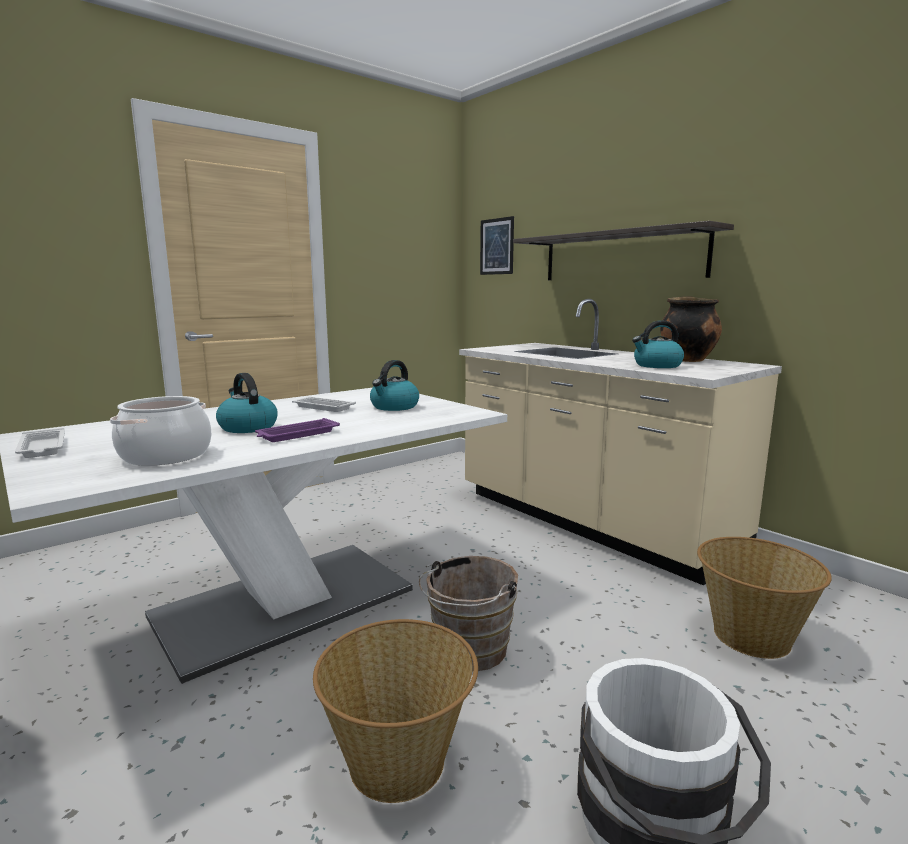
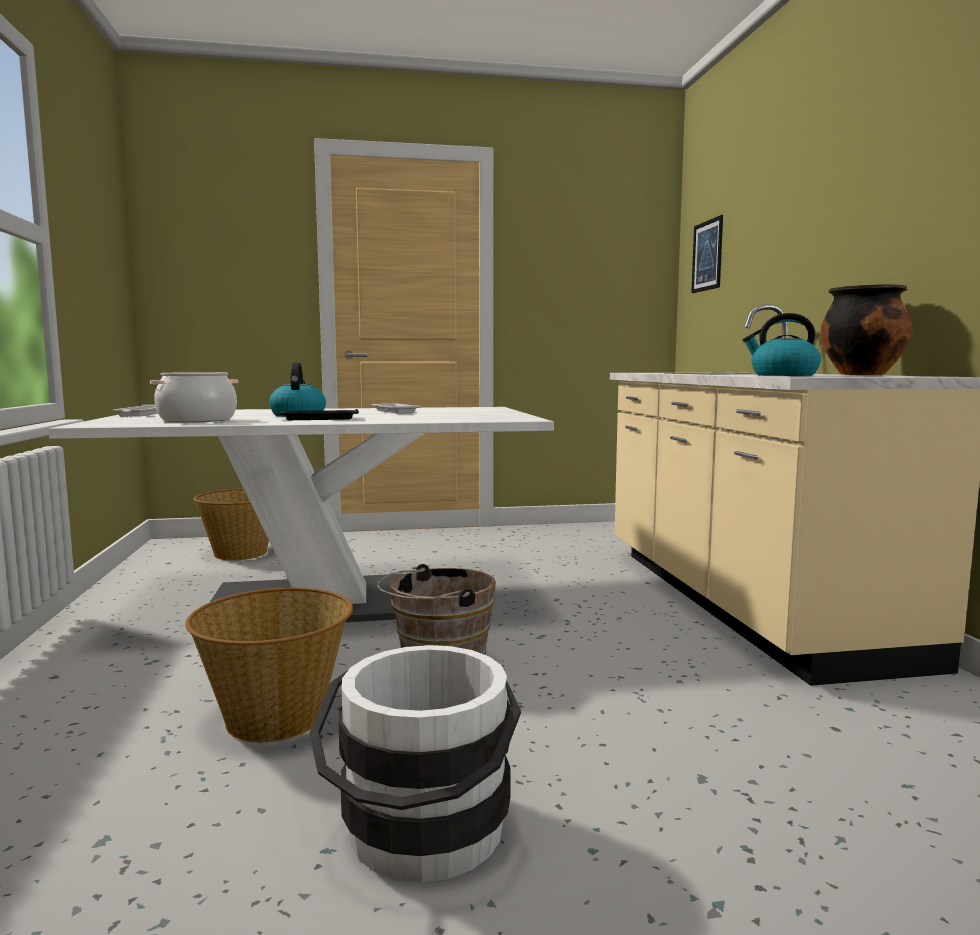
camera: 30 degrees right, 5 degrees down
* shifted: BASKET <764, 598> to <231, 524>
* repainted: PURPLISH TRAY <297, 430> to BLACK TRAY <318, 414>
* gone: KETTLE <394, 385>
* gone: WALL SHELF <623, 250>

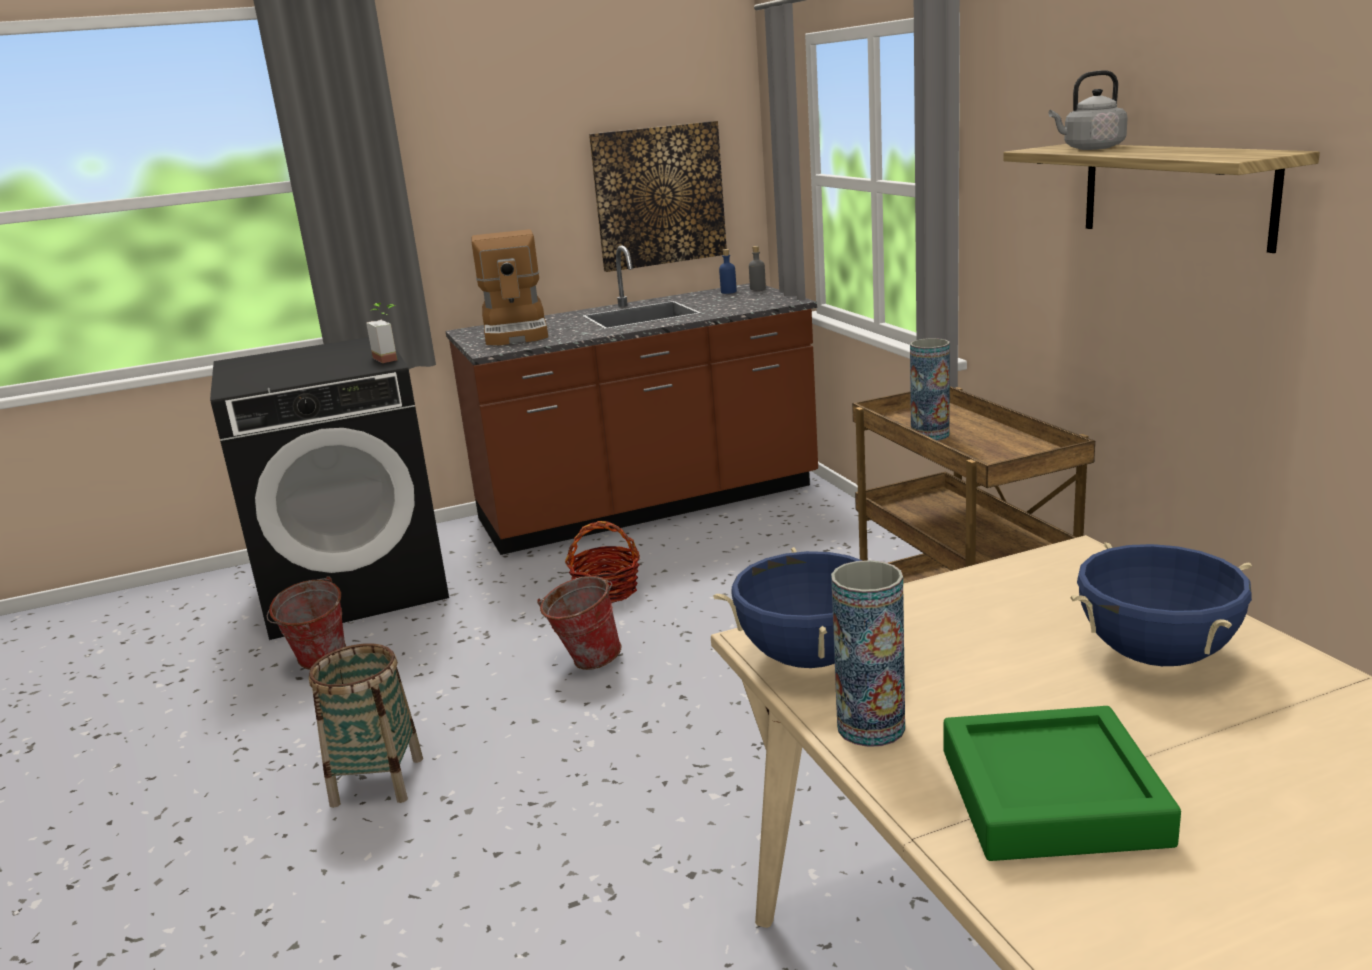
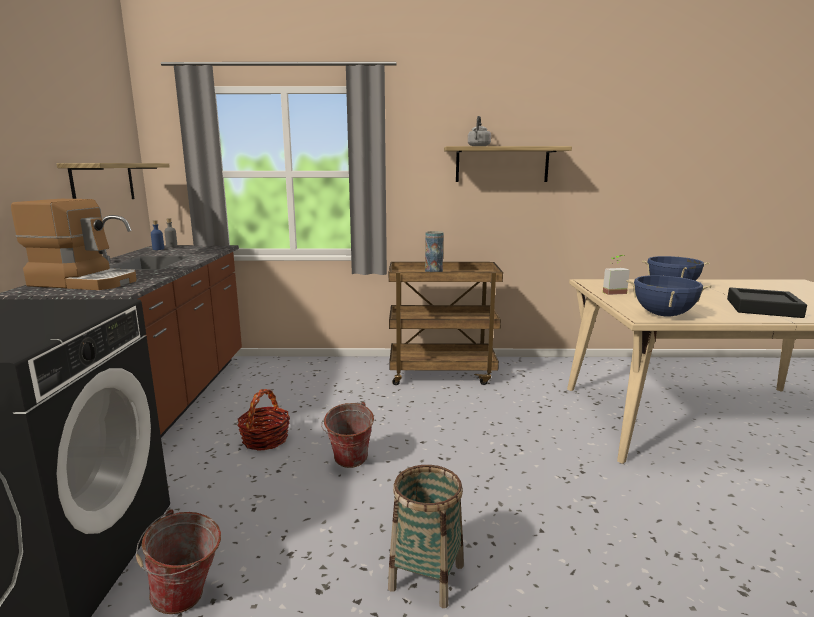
camera: 70 degrees left, 5 degrees down
* swapped: PICTURE <658, 196> to WALL SHELF <113, 181>
* shifted: HOUSEPLANT <381, 333> to <616, 275>
* repainted: GREENISH TRAY <1062, 783> to BLACK TRAY <767, 302>
* gone: DECORATIVE VASE <868, 653>

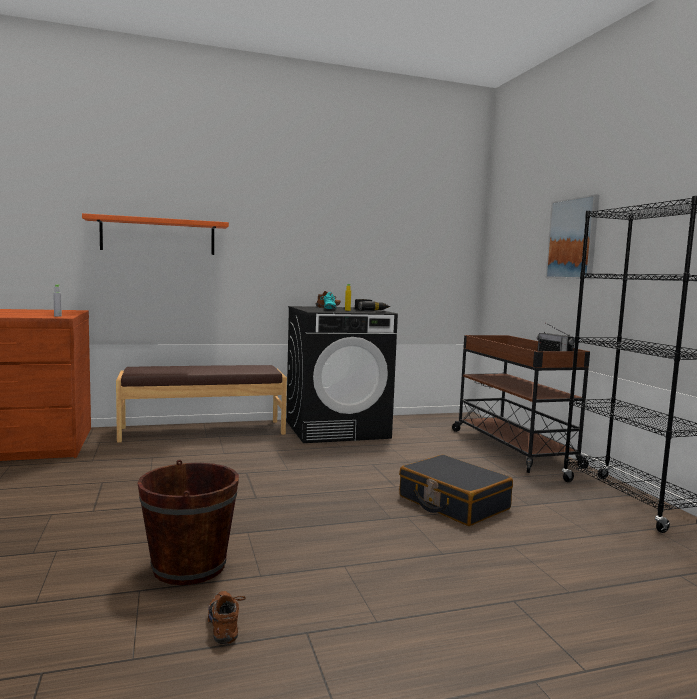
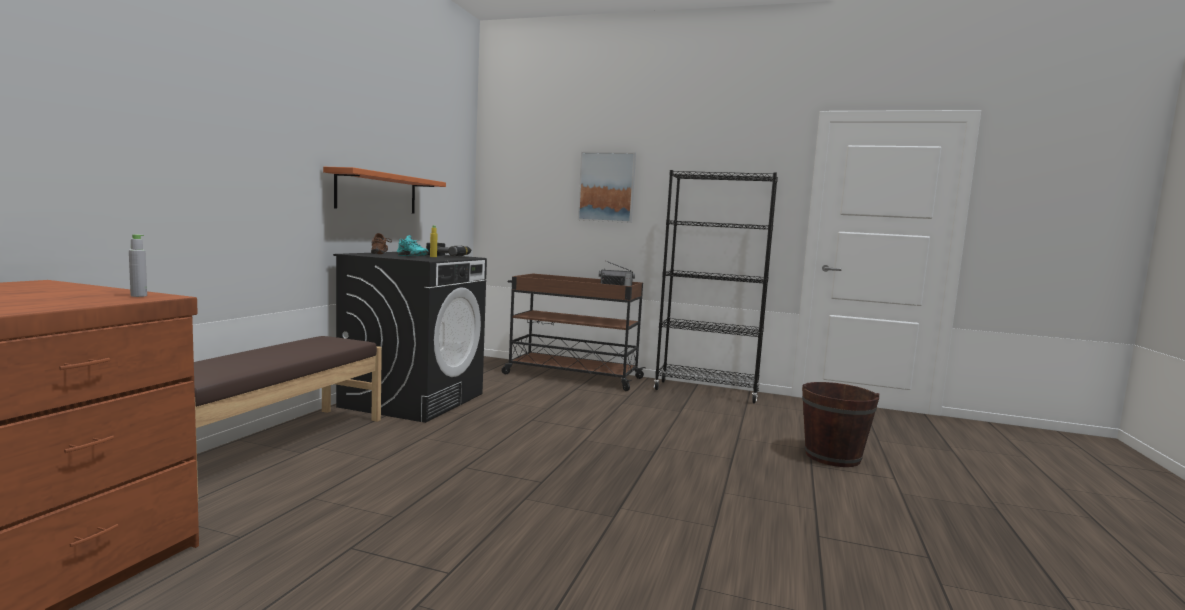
camera: 55 degrees left, 0 degrees up
* shifted: ORANGEY WALL SHELF <155, 234> to <384, 190>
* shifted: BROWN-COLOURED WATER BUCKET <188, 522> to <840, 424>
* gone: BROWN-COLOURED ITEM OF FOOTWEAR <227, 617>
* gone: BLACK PIECE OF LUGGAGE <456, 490>

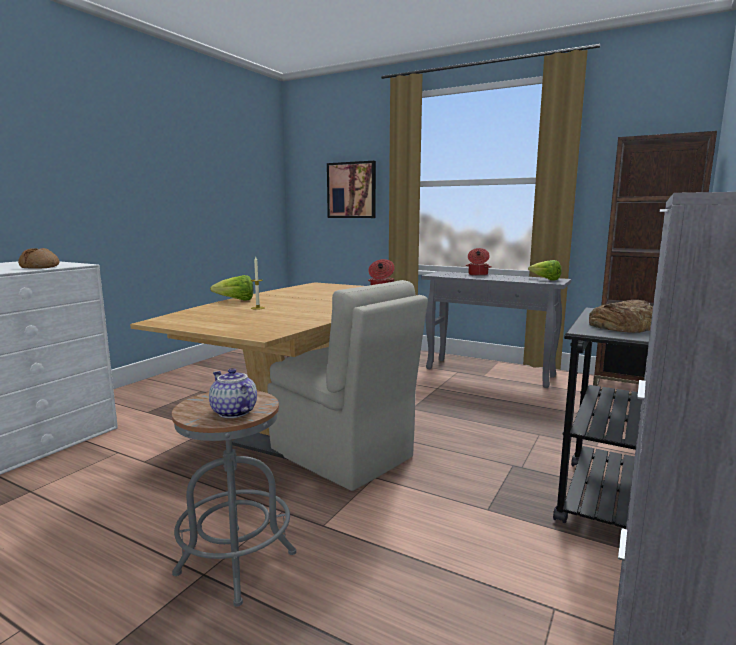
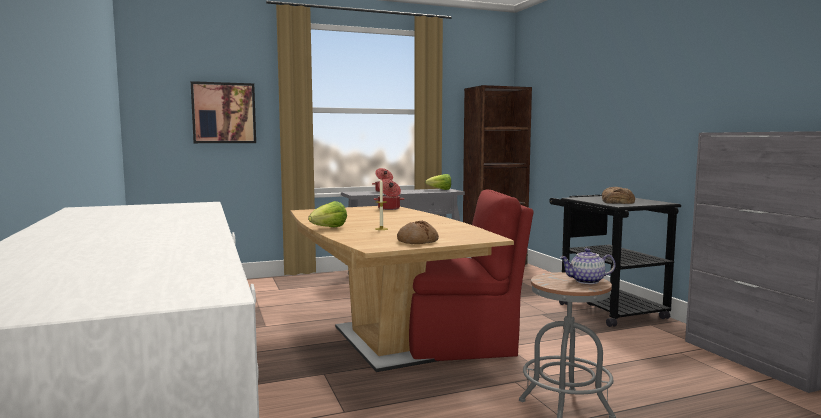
camera: 50 degrees left, 5 degrees down
* shifted: BAKERY BREAD <38, 258> to <418, 232>
* repainted: SAND-COLOURED UPRIGHT CHAIR <348, 385> to RED UPRIGHT CHAIR <471, 275>

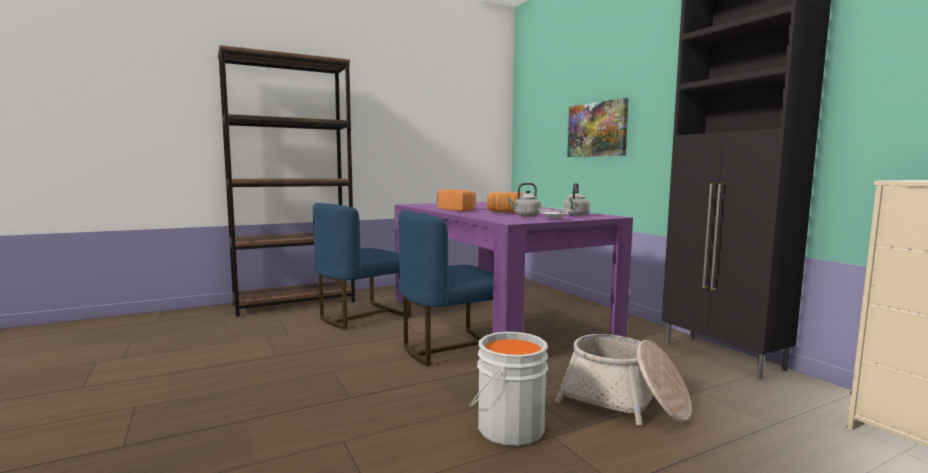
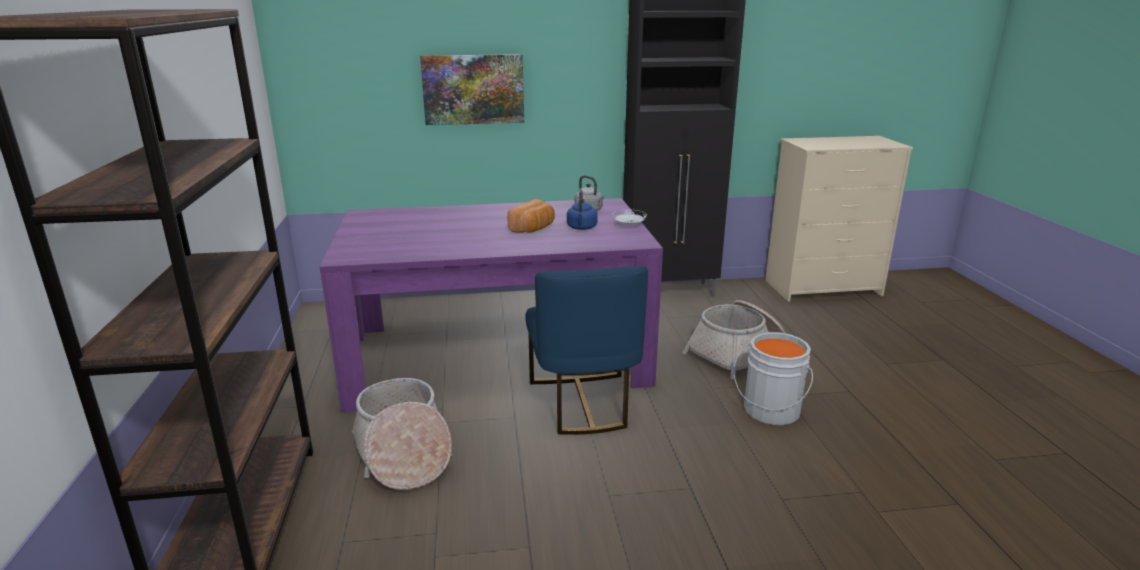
camera: 70 degrees left, 15 degrees up
* swapped: BLUE-COLOURED UPRIGHT CHAIR <362, 266> to BASKET <402, 434>
* repainted: GRAY KETTLE <524, 200> to BLUE-COLOURED KETTLE <582, 210>
* gone: BAKERY BREAD <456, 200>

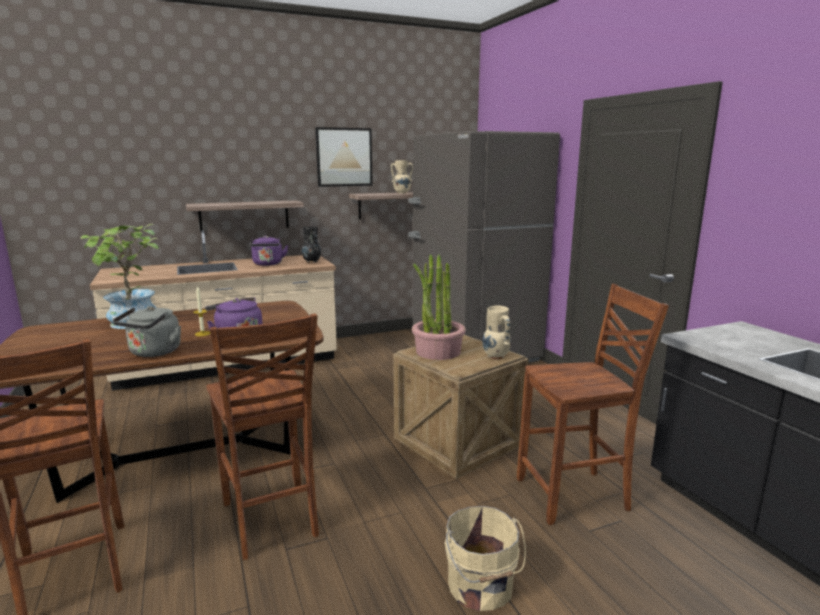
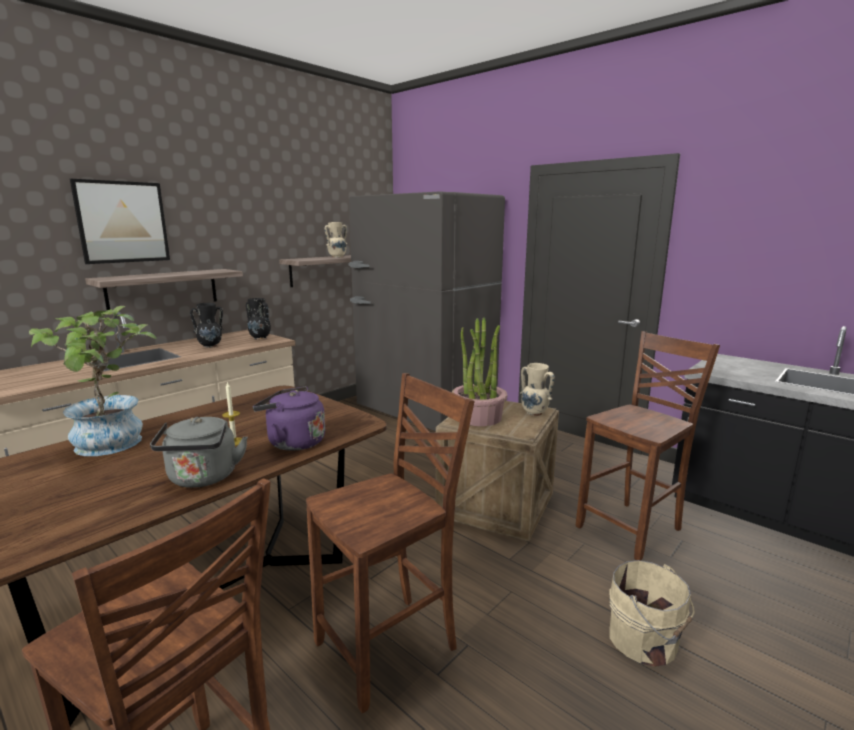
camera: 25 degrees left, 0 degrees up
* shifted: PICTURE <344, 157> to <120, 221>
* swapped: PURPLISH KETTLE <269, 251> to BLACK DECORATIVE VASE <207, 325>
* rotated: BROWN-COLOURED UPRIGHT CHAIR <262, 437> = <390, 543> 75 degrees counterclockwise

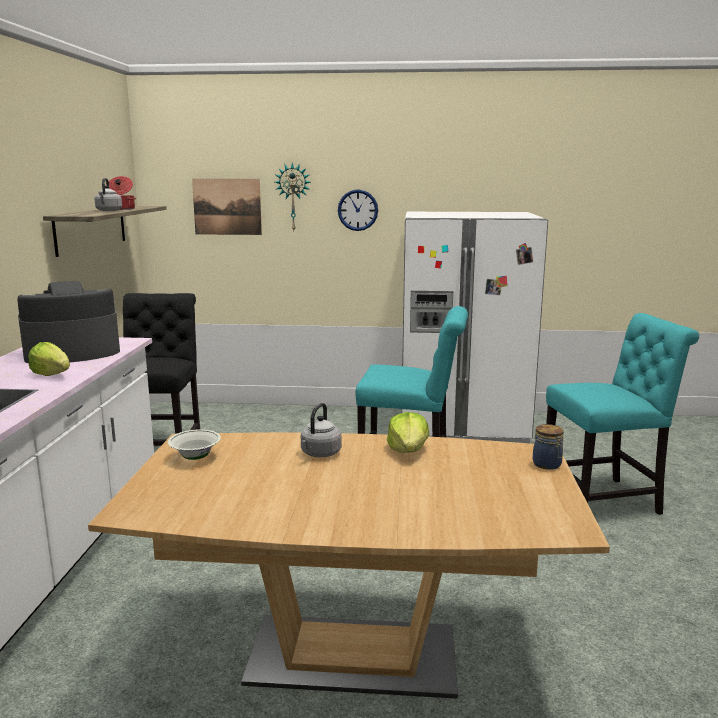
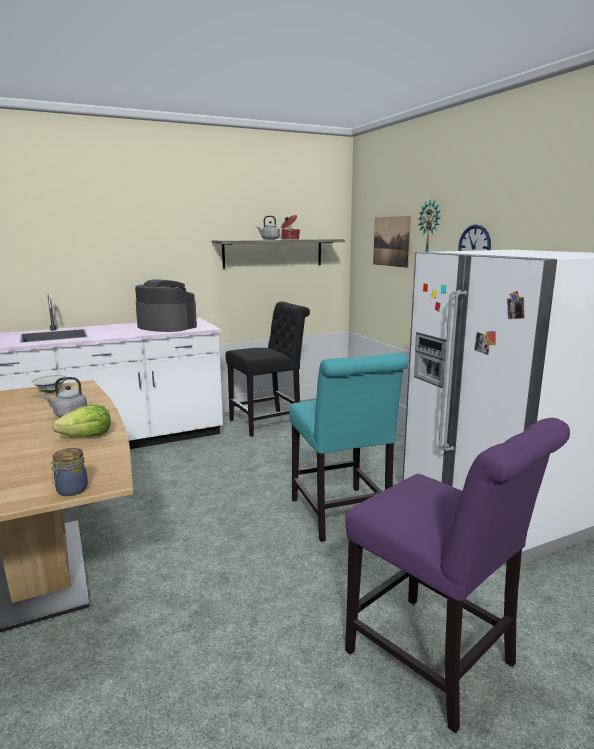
camera: 60 degrees right, 0 degrees up
* repainted: TURQUOISE-COLOURED UPRIGHT CHAIR <622, 414> to PURPLISH UPRIGHT CHAIR <457, 575>
* gone: HEAD OF LETTUCE <49, 359>

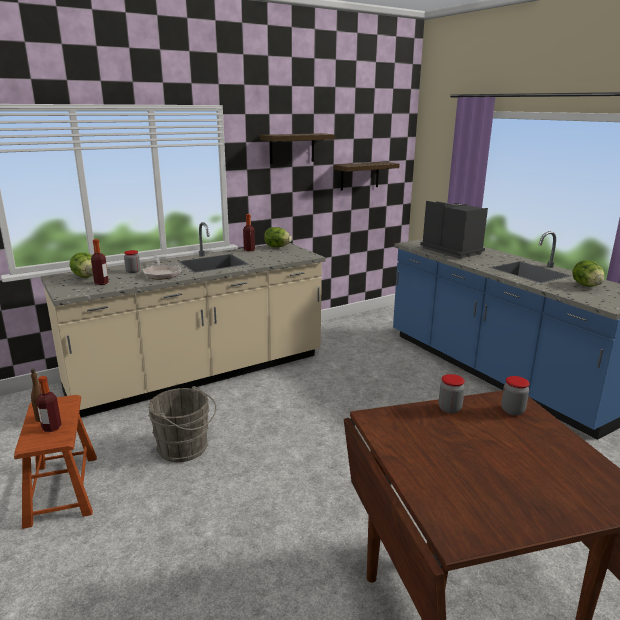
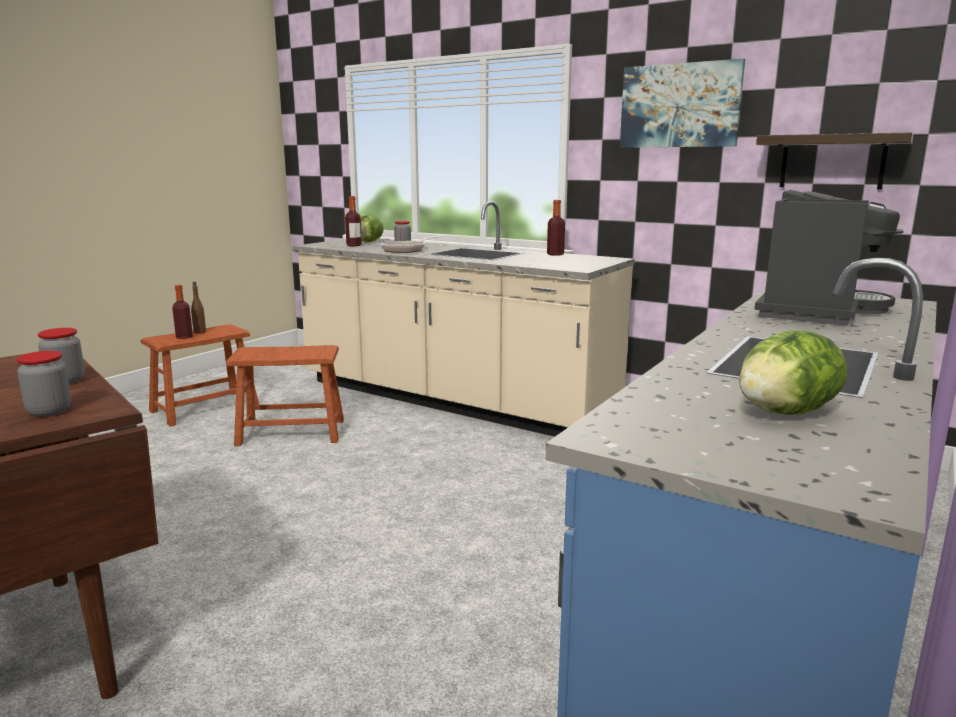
camera: 65 degrees right, 5 degrees down
* swapped: GRAY WATER BUCKET <182, 424> to BROWN-COLOURED STOOL <285, 395>
* swapped: WALL SHELF <297, 148> to PICTURE <682, 103>
* gone: HEAD OF LETTUCE <278, 237>

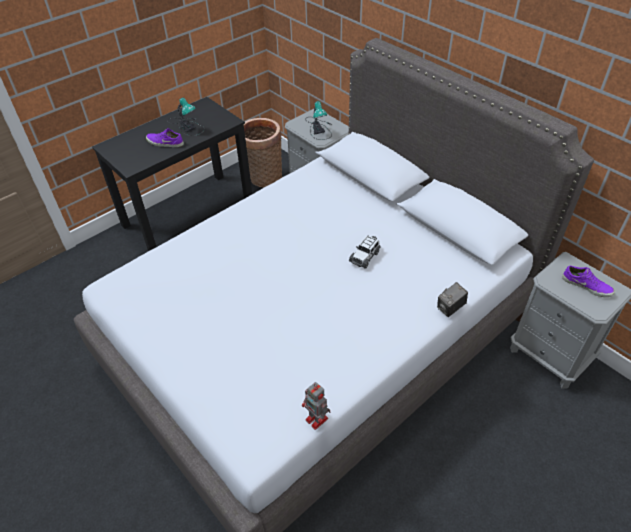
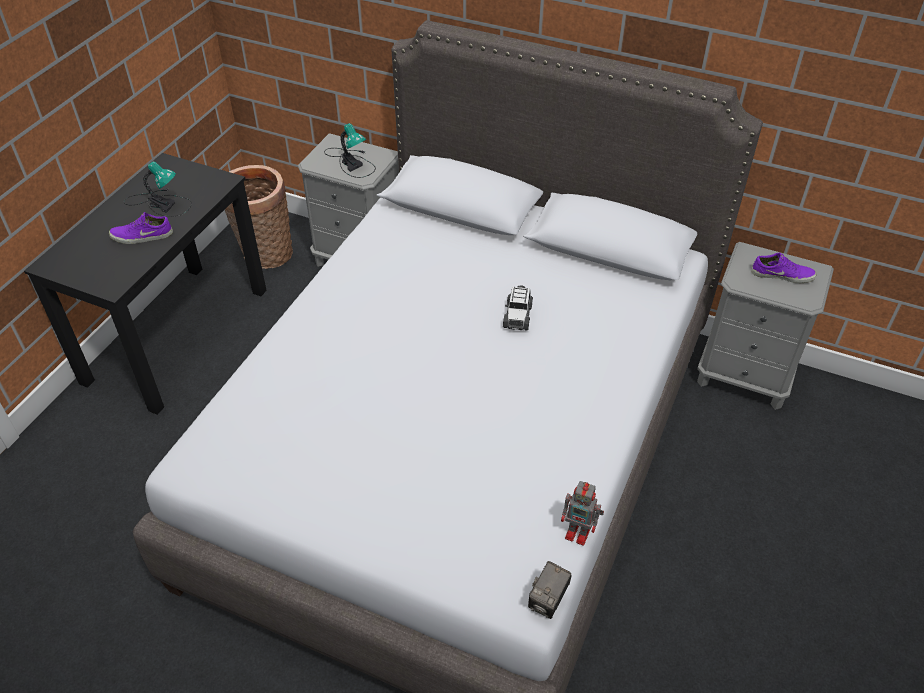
camera: 25 degrees left, 0 degrees up
* shifted: PHOTO CAMERA <452, 299> to <549, 590>

